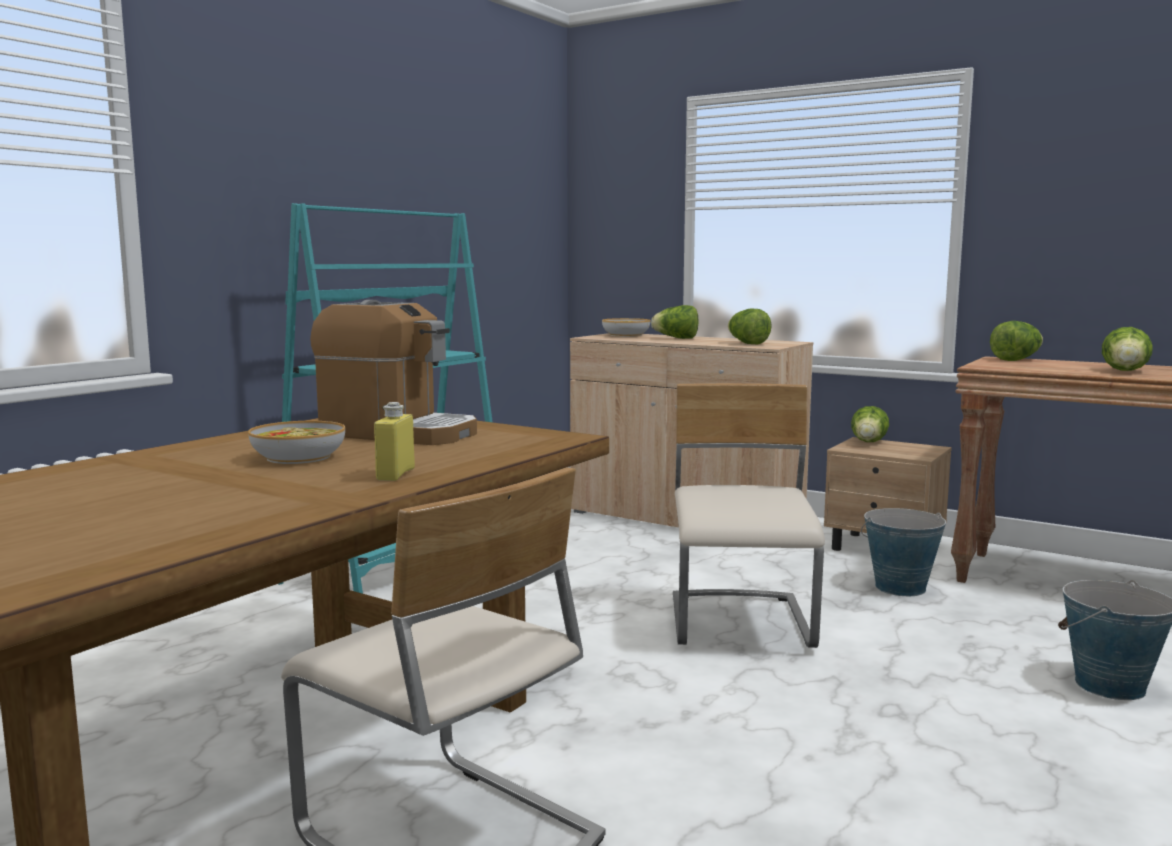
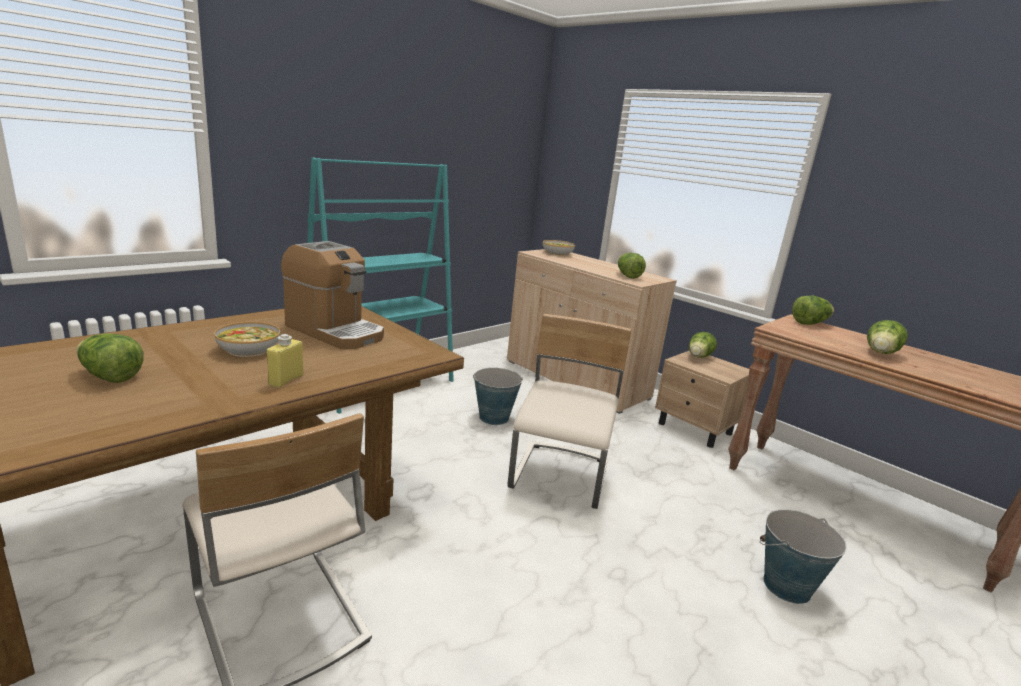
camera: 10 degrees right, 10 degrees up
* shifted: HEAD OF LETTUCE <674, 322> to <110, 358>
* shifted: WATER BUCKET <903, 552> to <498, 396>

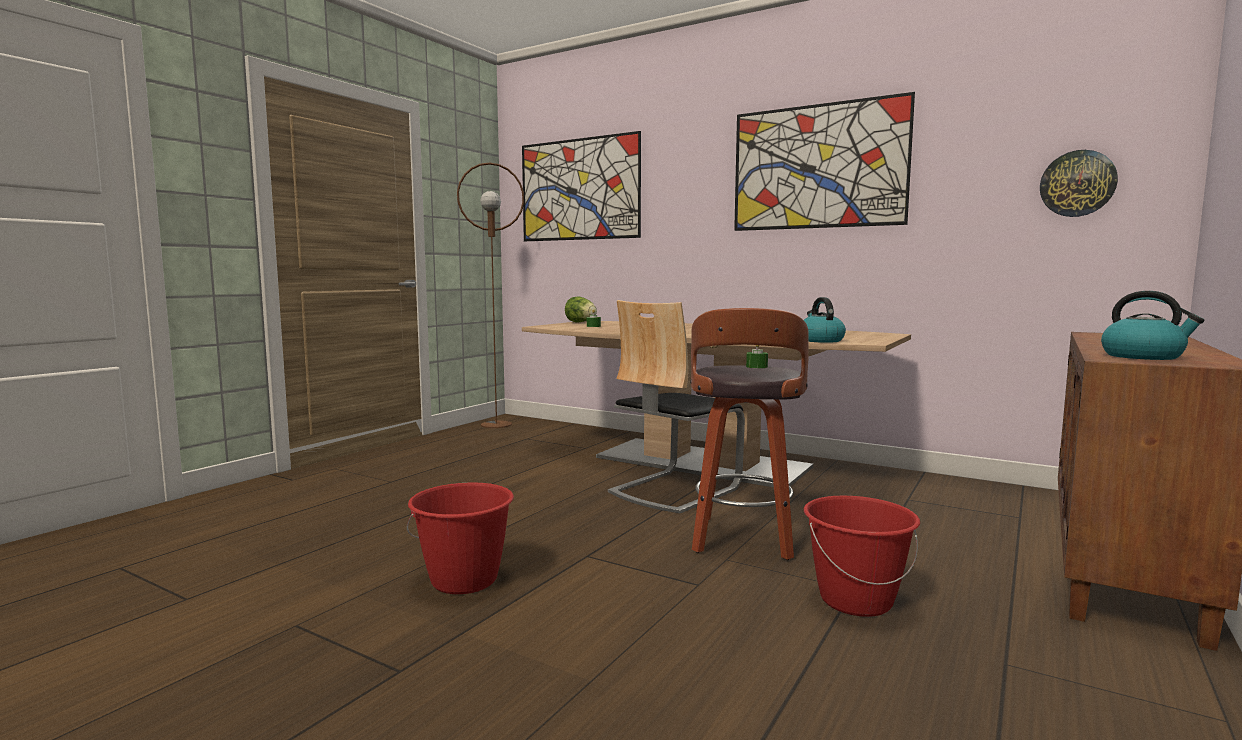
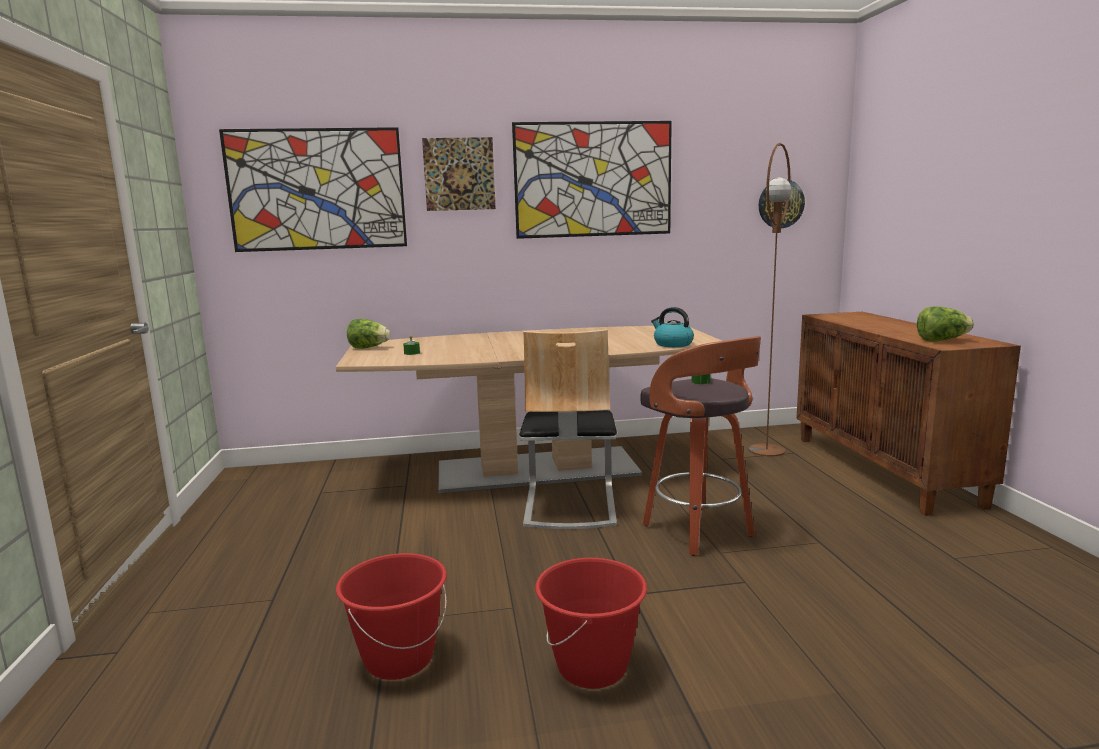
camera: 40 degrees left, 5 degrees up
* shifted: RED WATER BUCKET <862, 556> to <391, 616>
* new: PICTURE <459, 174>
* shifted: BROWN-COLOURED STANDARD LAMP <490, 295> to <769, 300>
* swapped: KETTLE <1152, 325> to HEAD OF LETTUCE <945, 323>

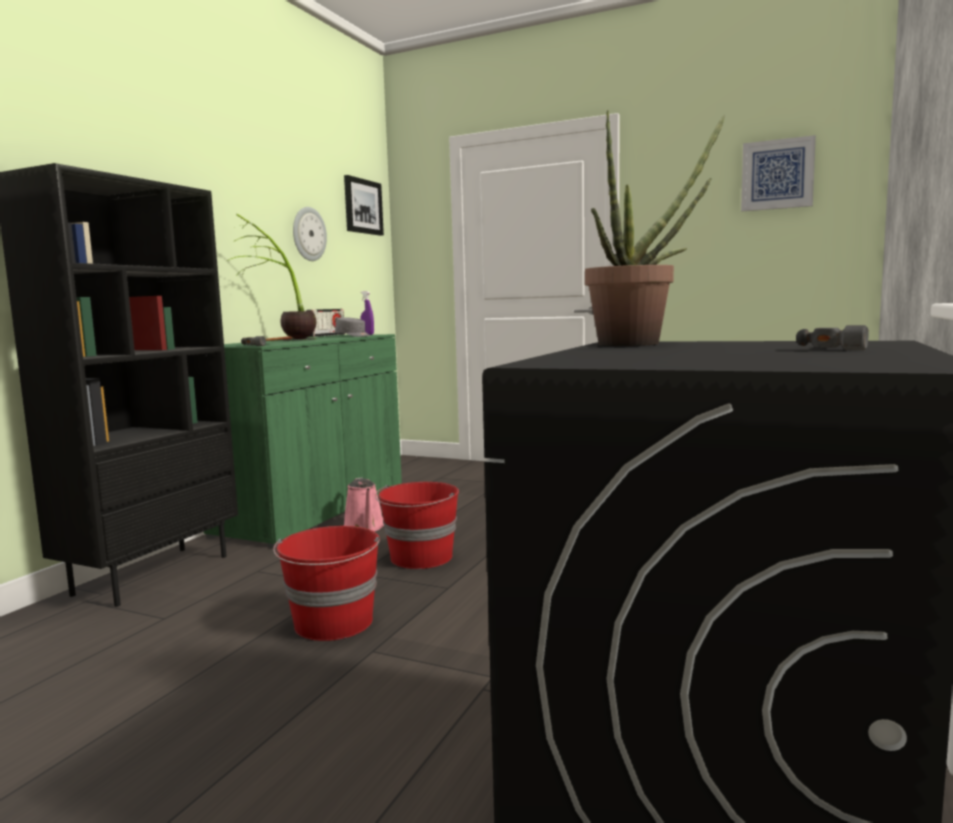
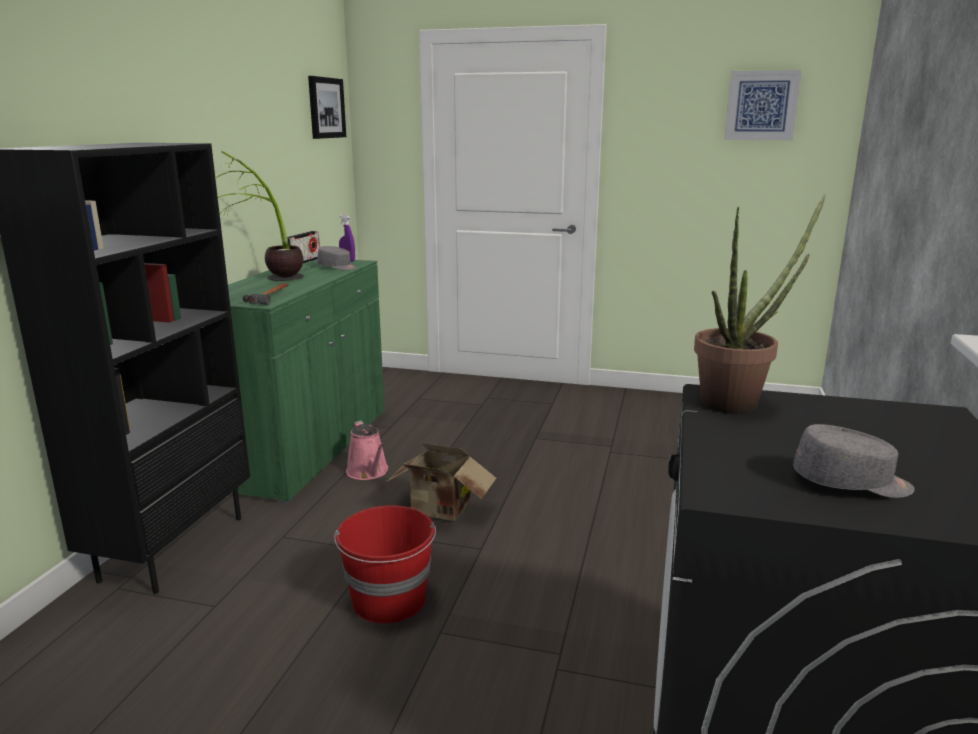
camera: 10 degrees left, 10 degrees up
* swapped: RED WATER BUCKET <417, 525> to CARTON <440, 482>
* new: GRAY BASEBALL CAP <854, 461>
* gone: CLOCK ON THE WALL <310, 234>
* gone: HAND HAMMER <832, 337>

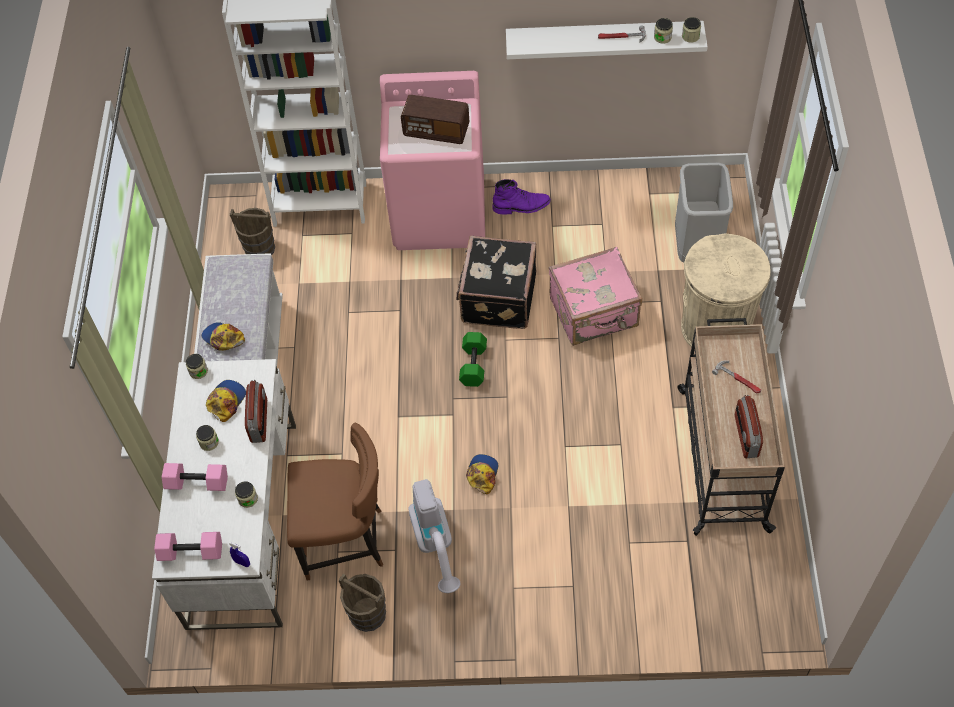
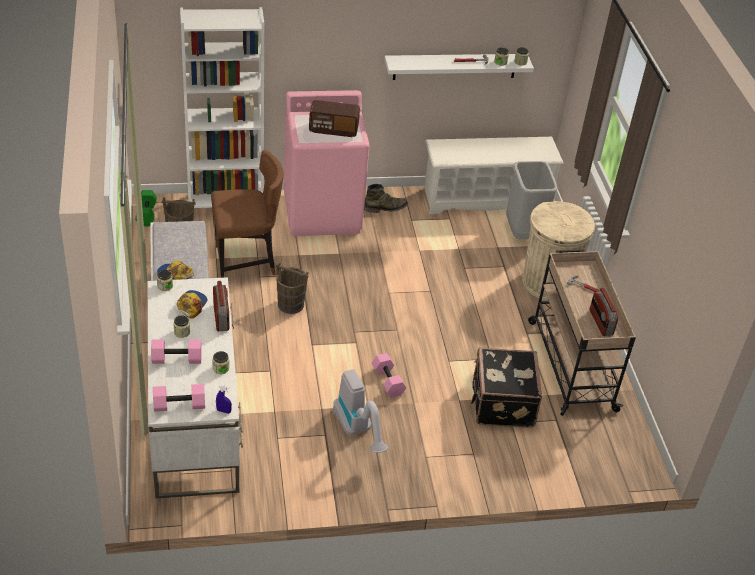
camera: 15 degrees left, 15 degrees down
* shifted: GREENISH HAND WEIGHT <473, 359> to <146, 208>
* shifted: BROWN-COLOURED UPRIGHT CHAIR <335, 501> to <247, 214>
* shifted: BROWN-COLOURED WATER BUCKET <362, 602> to <292, 288>
* repainted: PURPLISH TALL BOOT <521, 197> to GREENISH TALL BOOT <386, 198>
* swapped: BASEBALL CAP <482, 474> to PINKISH HAND WEIGHT <389, 375>
* new: WHITE SHOE SHELF <494, 175>
* shifted: BLACK PIECE OF LUGGAGE <496, 282> to <506, 387>
* gone: PINKISH PIECE OF LUGGAGE <595, 296>

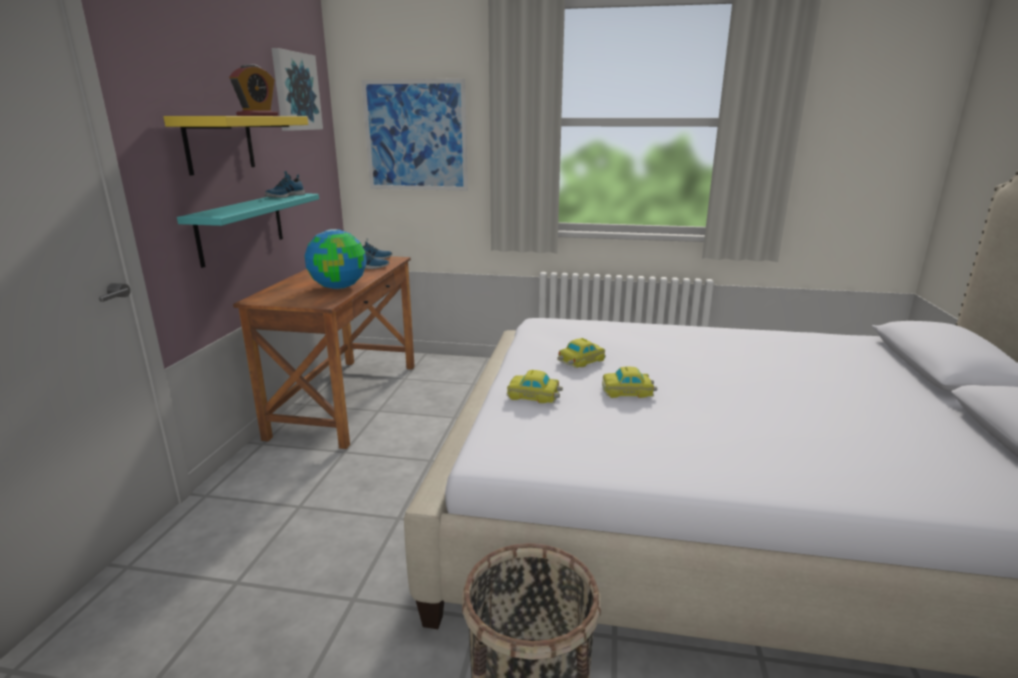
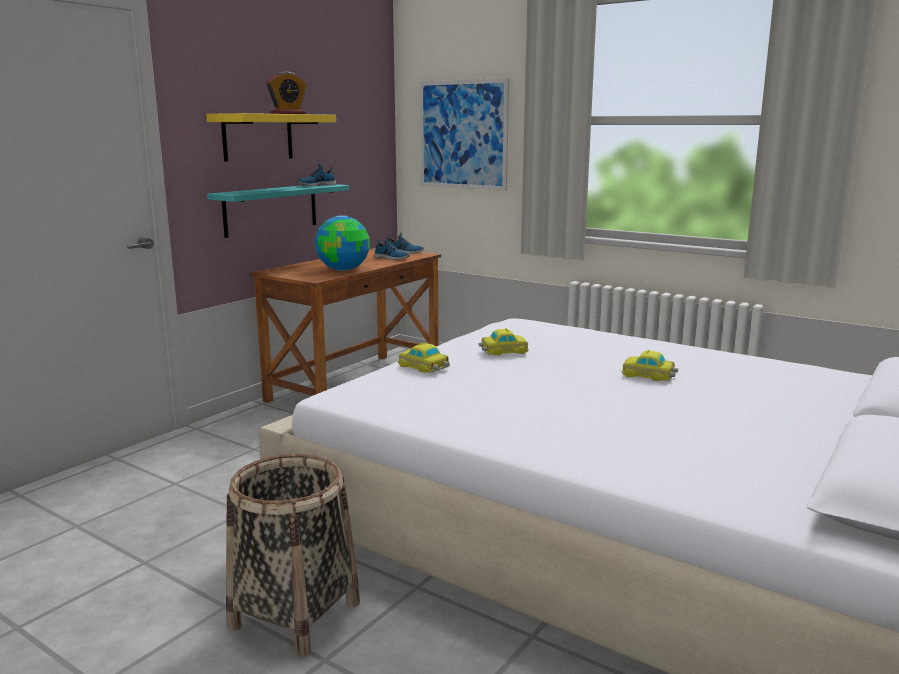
camera: 25 degrees right, 5 degrees down
* shifted: MINIATURE CAR <629, 382> to <650, 365>
* gone: PICTURE <297, 89>

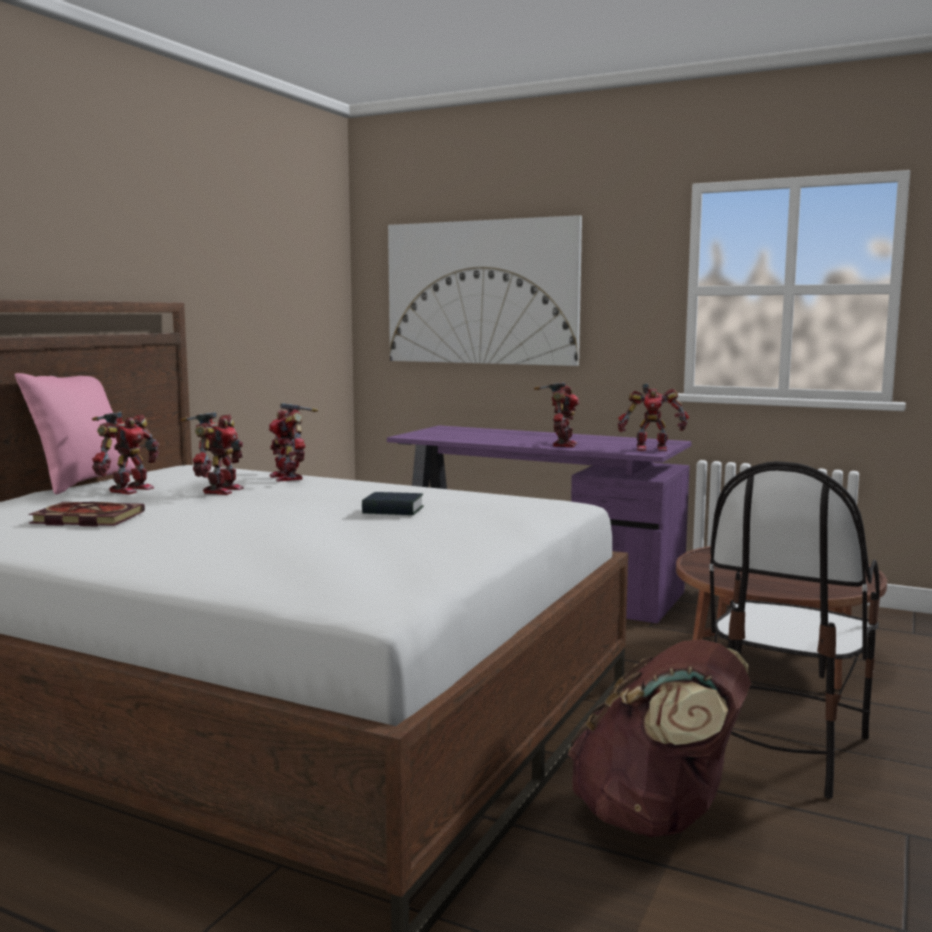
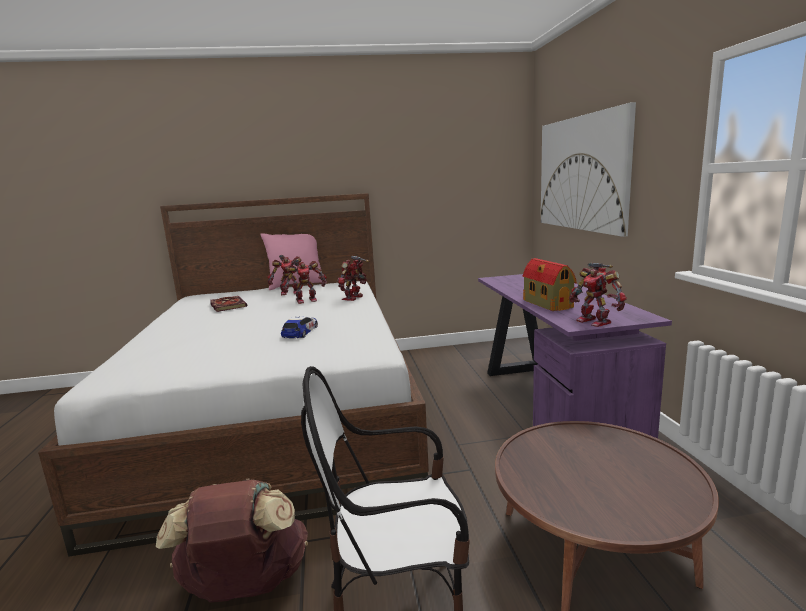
camera: 55 degrees right, 5 degrees up
* swapped: VOLUME <393, 503> to MINIATURE CAR <299, 327>
* swapped: ROBOT FIGURE <556, 414> to MODEL HOUSE <549, 284>

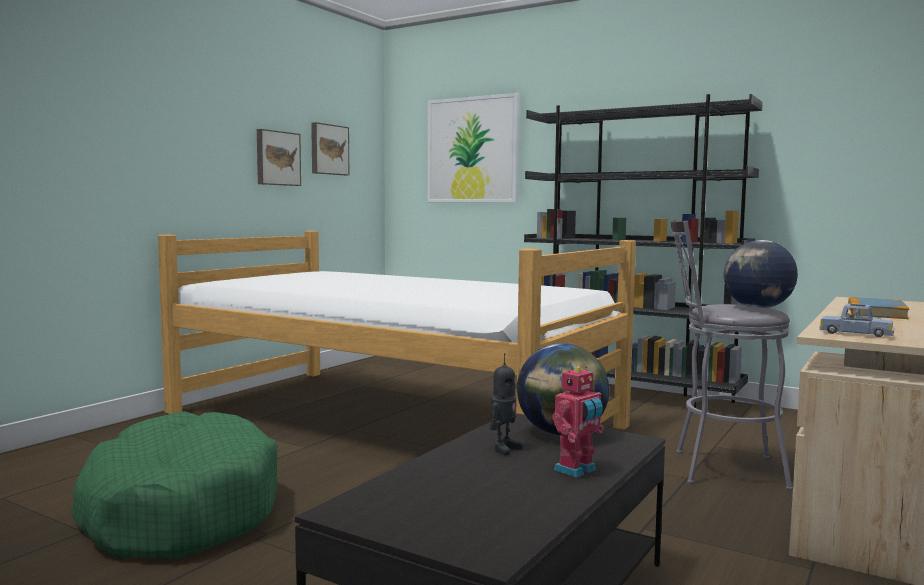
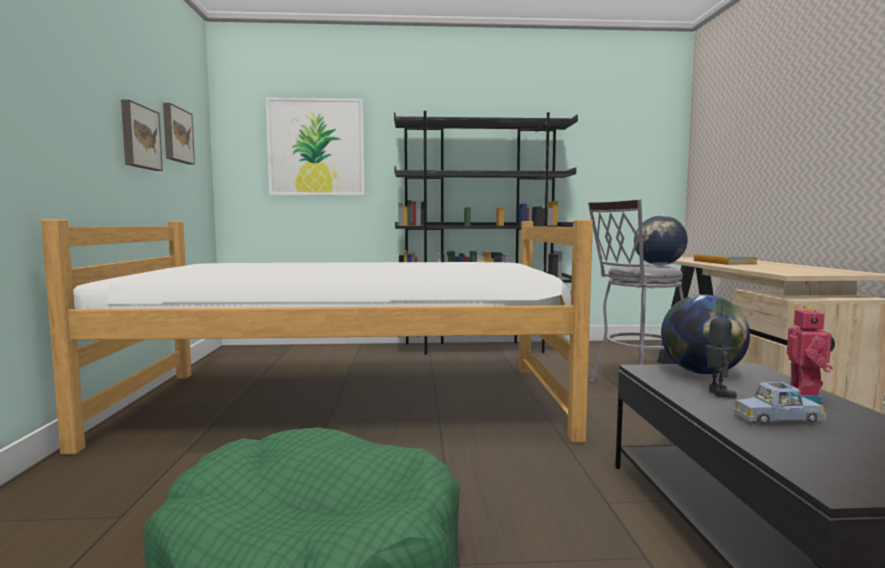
camera: 35 degrees left, 0 degrees up
* shifted: BLUE-COLOURED MINIATURE CAR <856, 320> to <780, 403>

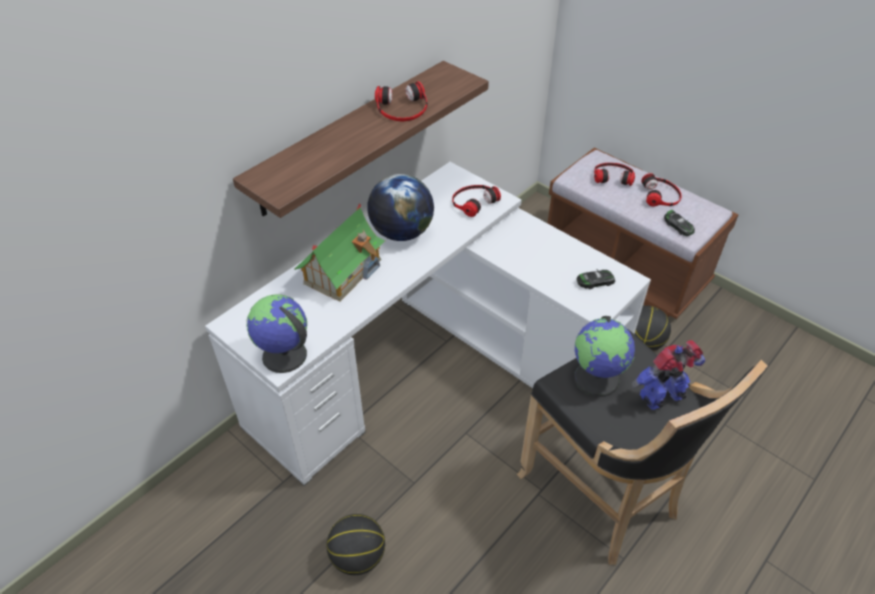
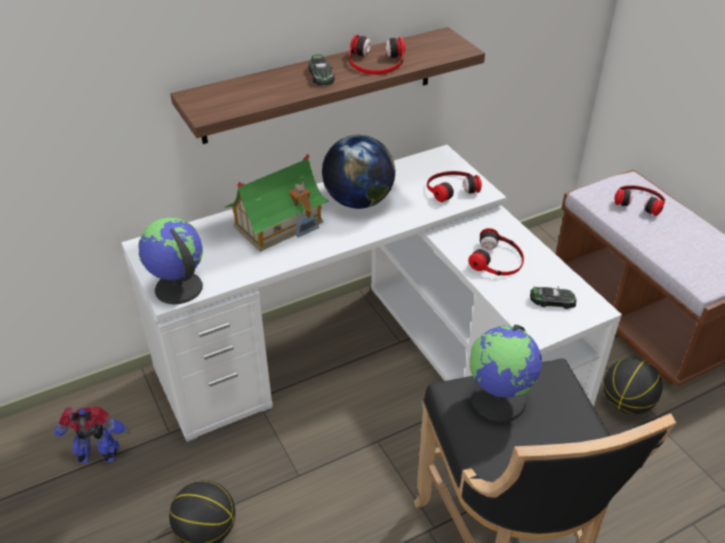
camera: 20 degrees right, 5 degrees down
* shifted: ROBOT FIGURE <668, 375> to <91, 434>
* shifted: MINIATURE CAR <679, 223> to <322, 69>
* shifted: HEADSET <661, 190> to <496, 252>

